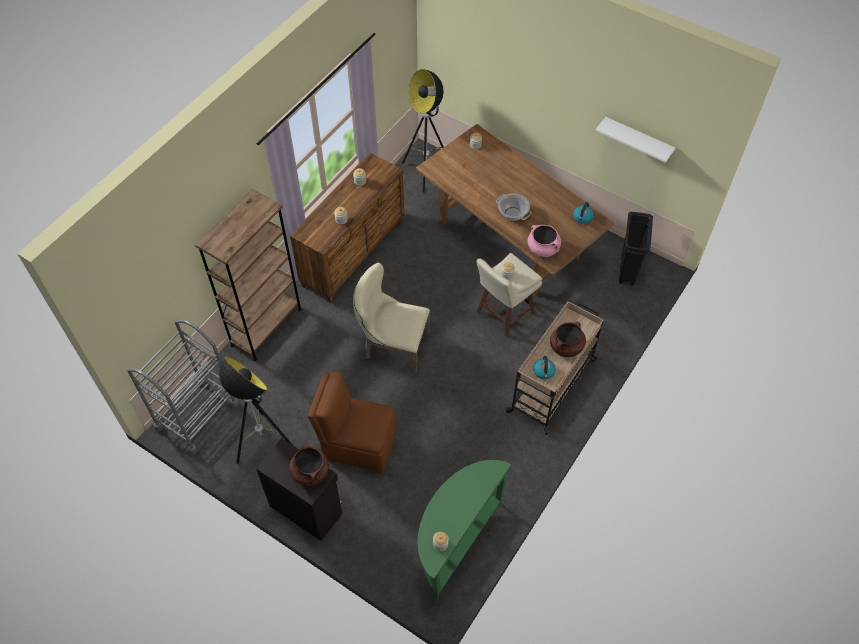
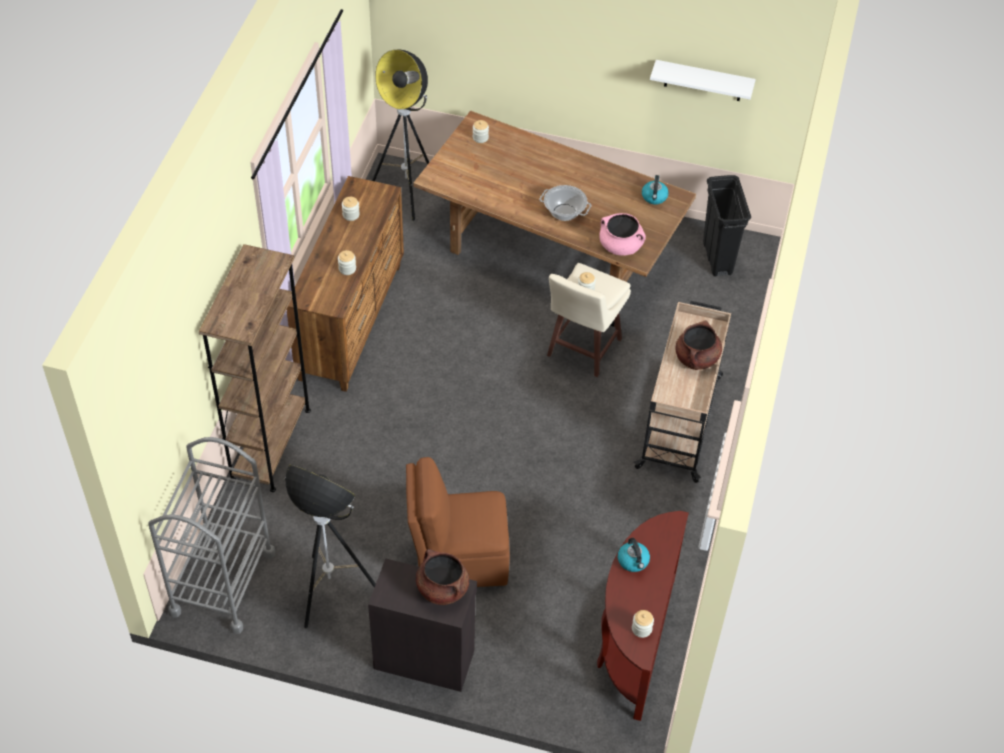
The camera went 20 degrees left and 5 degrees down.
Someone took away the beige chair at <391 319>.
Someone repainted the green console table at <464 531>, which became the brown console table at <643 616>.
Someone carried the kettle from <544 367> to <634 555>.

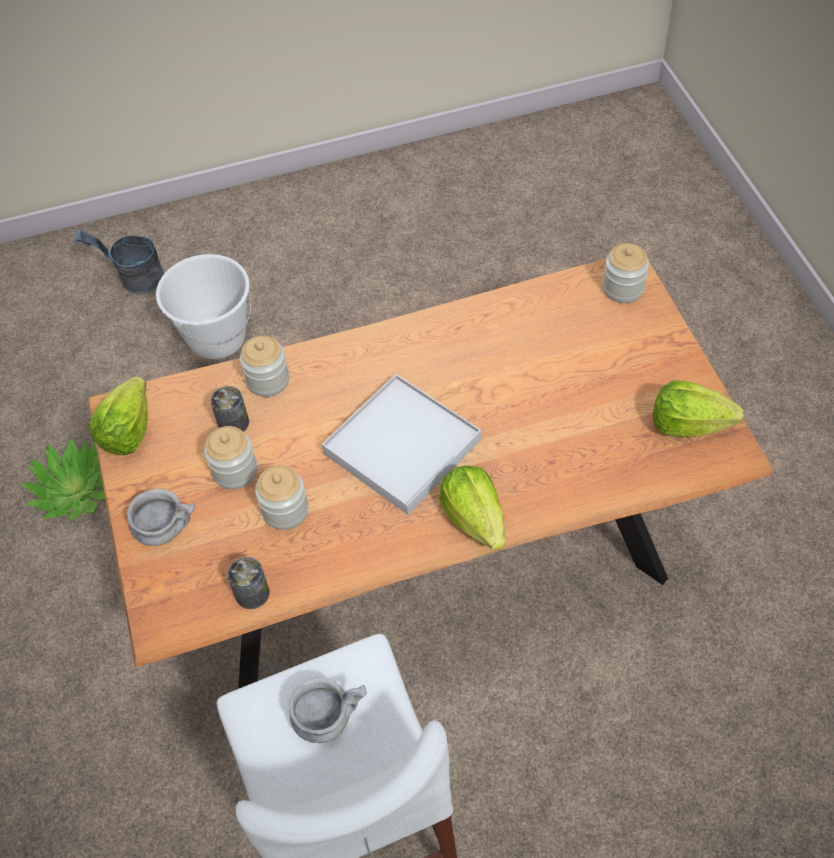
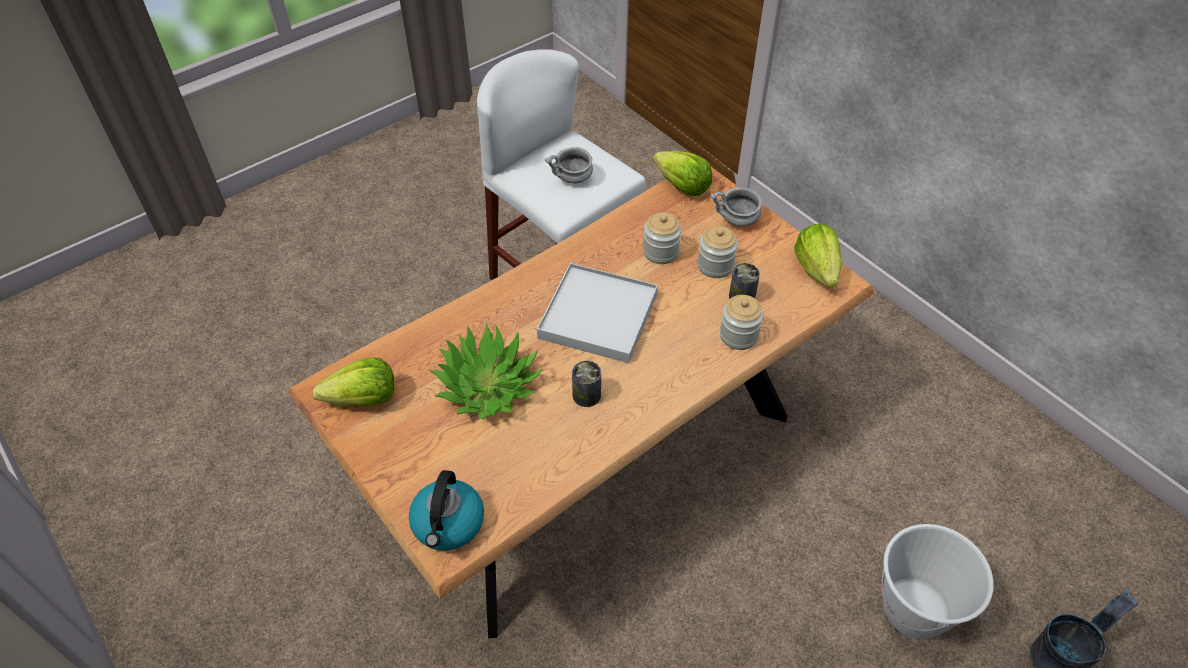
The camera went 155 degrees right and 5 degrees down.
Someone carried the potted plant from <62 480> to <486 371>.
Someone carried the can from <248 583> to <586 384>.
Someone carried the lettuce from <472 508> to <682 173>.
Someone swapped the jar at <626 273> for the kettle at <446 510>.

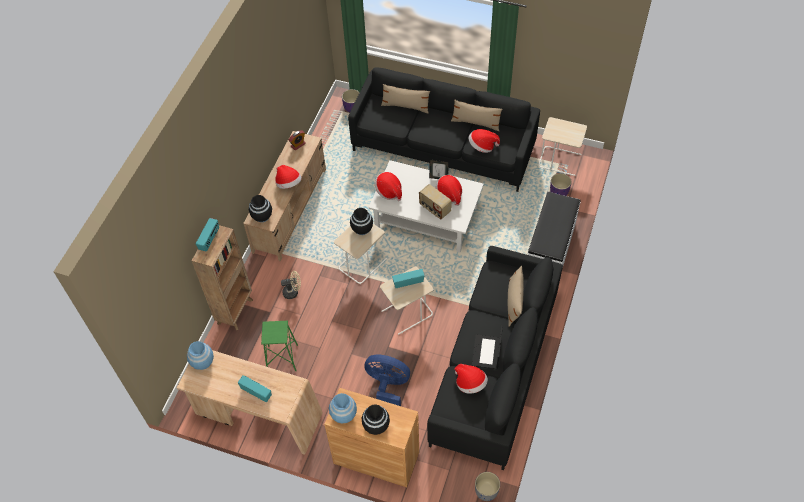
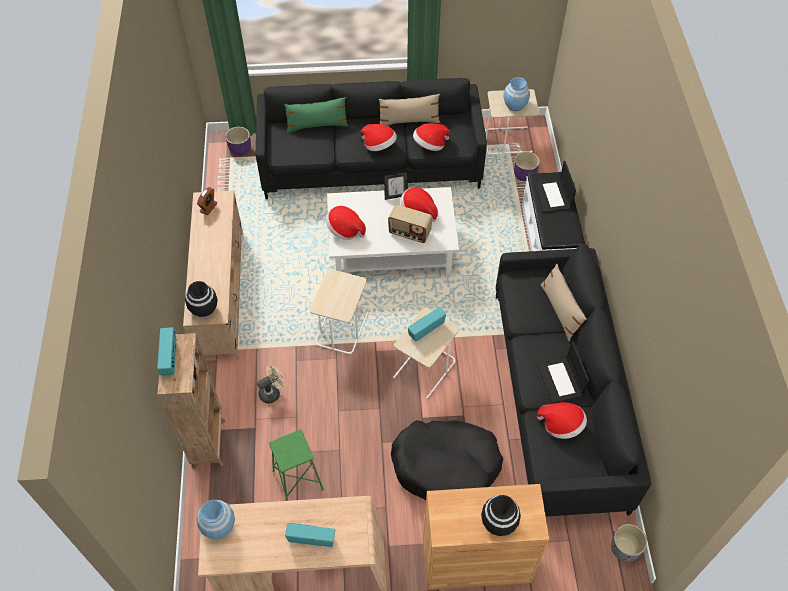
The camera went 25 degrees left and 0 degrees up.
Someone carried the hat from <288 177> to <379 137>.
Someone carried the blue vase from <343 408> to <516 94>.
Someone took away the black vase at <361 221>.
Someone swapped the blue fan at <387 380> for the black dog bed at <447 460>.
Someone repainted the beige pillow at <405 99>, which became the green pillow at <316 115>.
Someone put down the laptop at <555 187>.

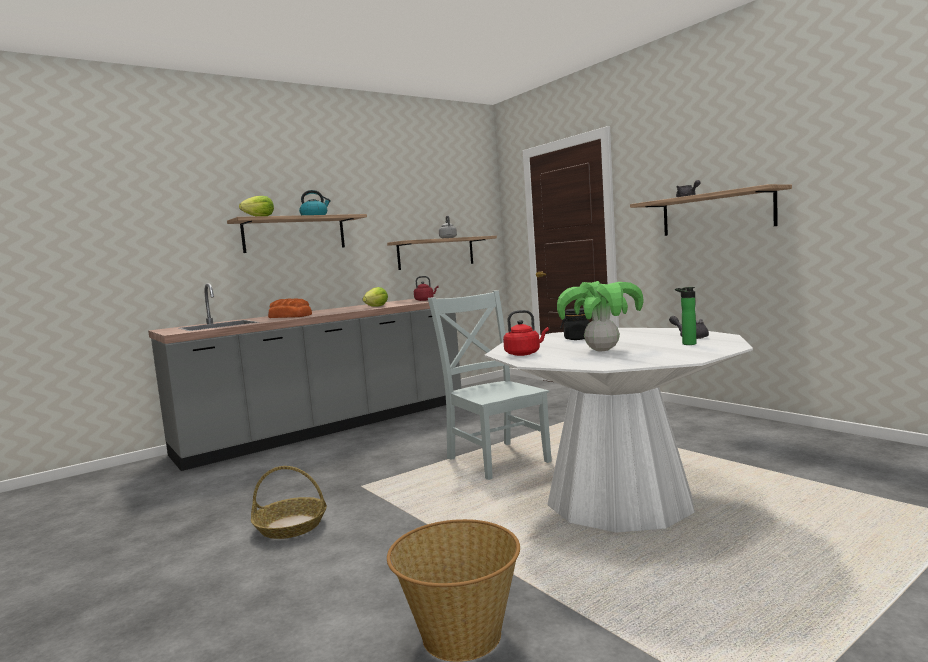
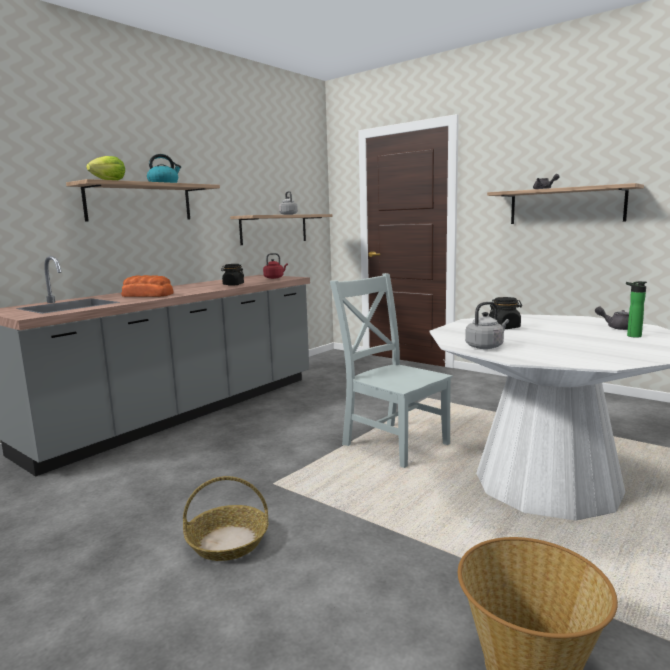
The camera went 15 degrees left and 5 degrees up.
Someone swapped the lettuce at <375 297> for the black jar at <232 275>.
Someone repainted the red kettle at <526 333>, which became the grey kettle at <487 325>.
Someone took away the potted plant at <600 316>.

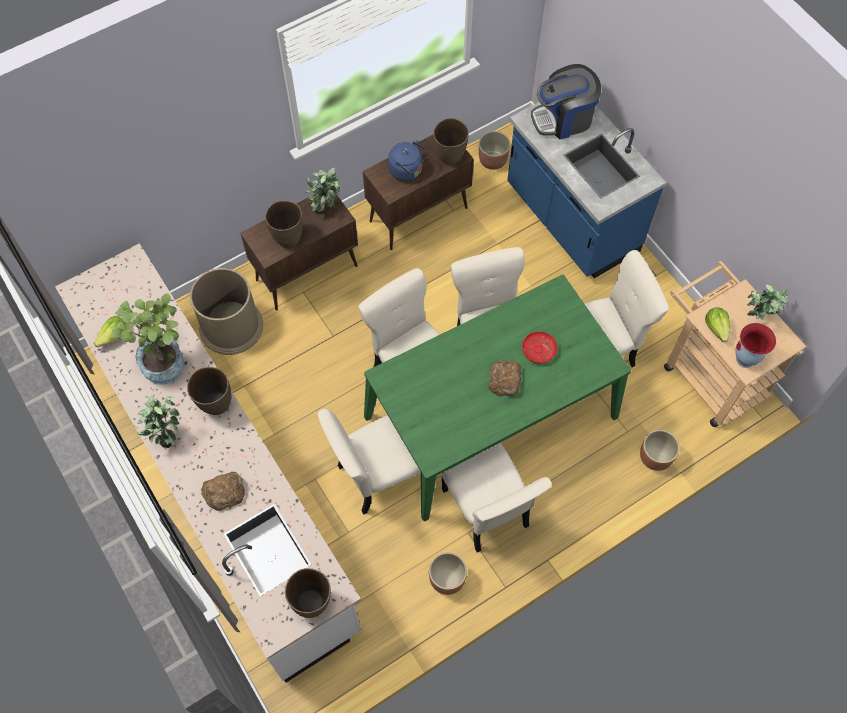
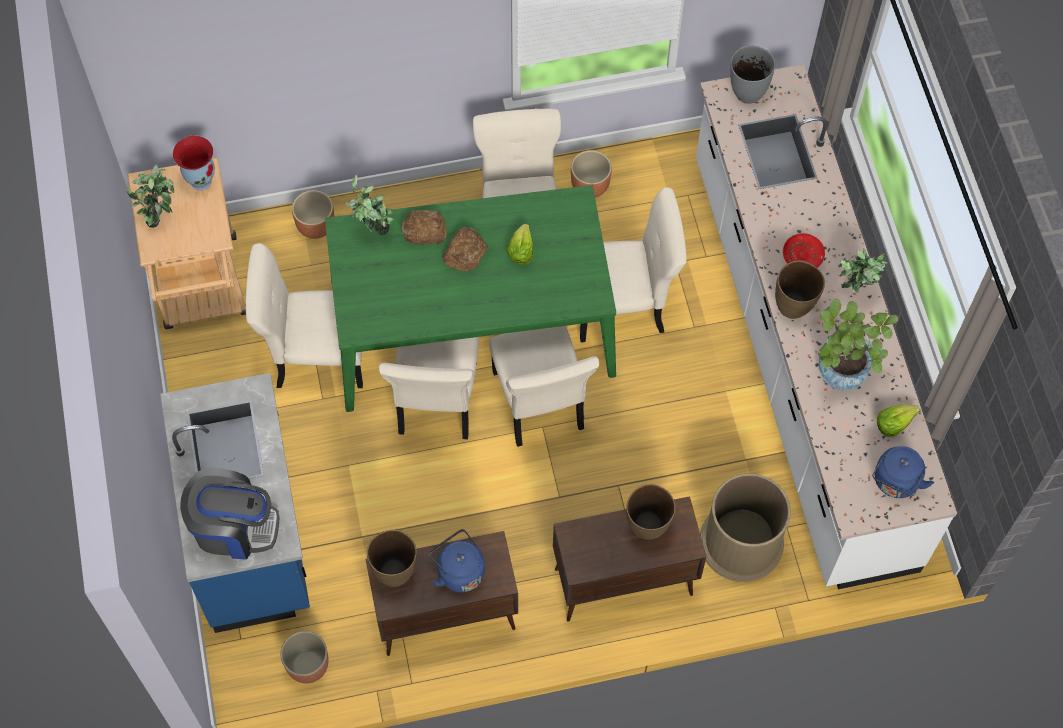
The camera went 160 degrees left and 0 degrees up.
Someone carried the bread from <223 491> to <424 227>.
Someone repainted the brown vase at <308 593>, which became the grey vase at <752 74>.
Someone carried the potted plant from <322 190> to <369 205>.
Someone carried the red plate from <539 347> to <804 250>.
Someone carried the lettuce from <717 324> to <520 244>.
Someone put down the blue kettle at <903 472>.

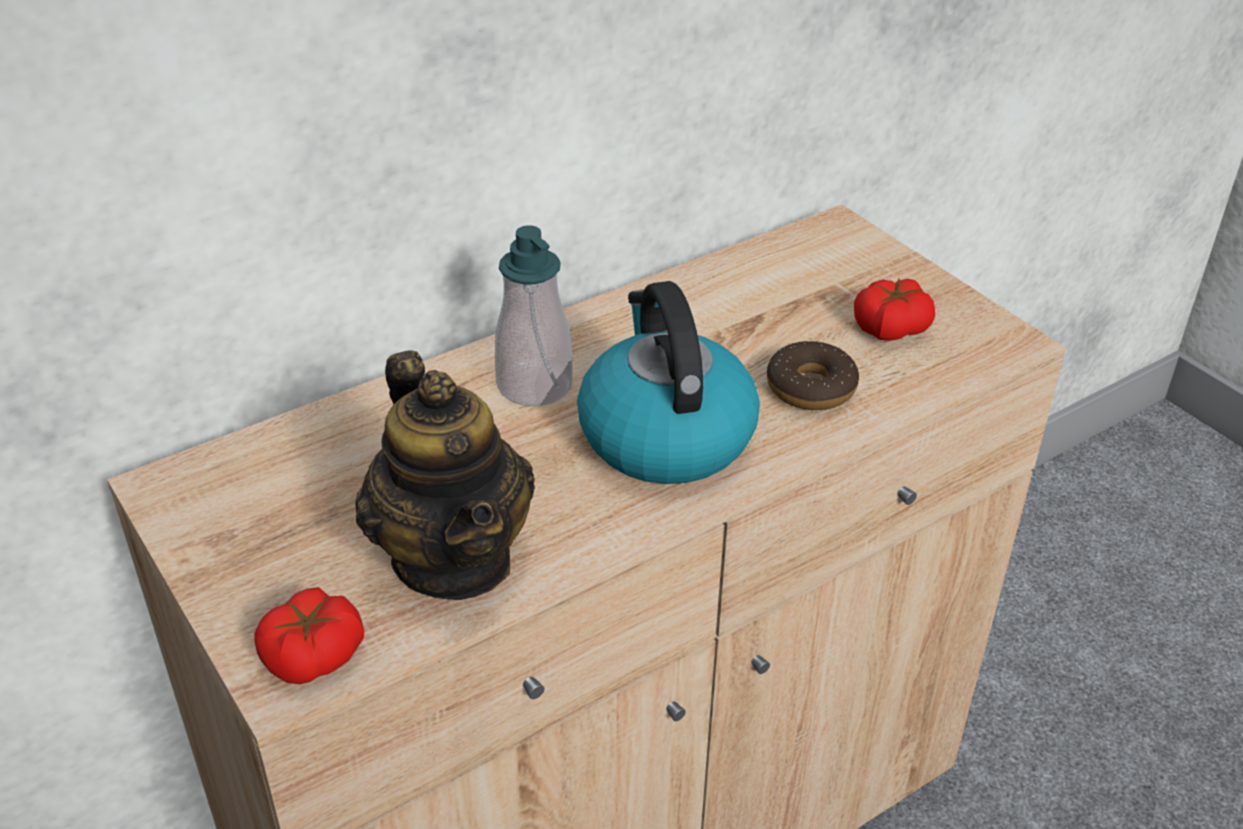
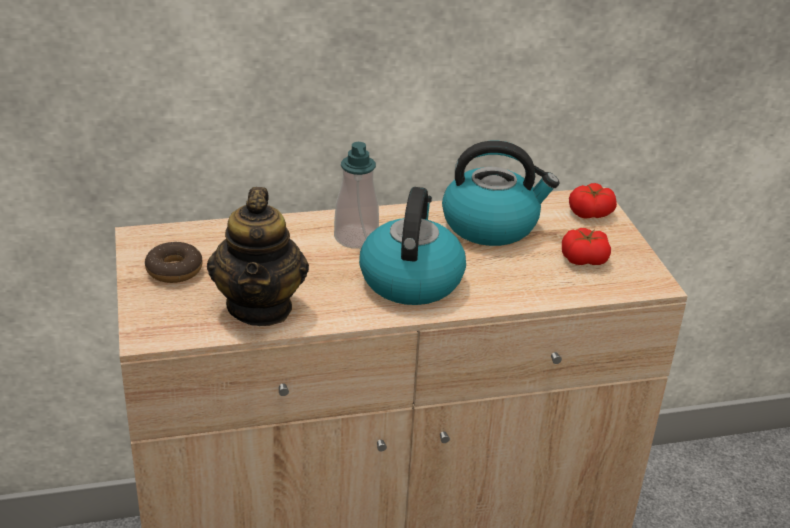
The camera went 20 degrees right and 5 degrees down.
Someone carried the tomato from <309 635> to <593 201>.
Someone carried the donut from <813 375> to <174 262>.
Someone put down the kettle at <500 193>.

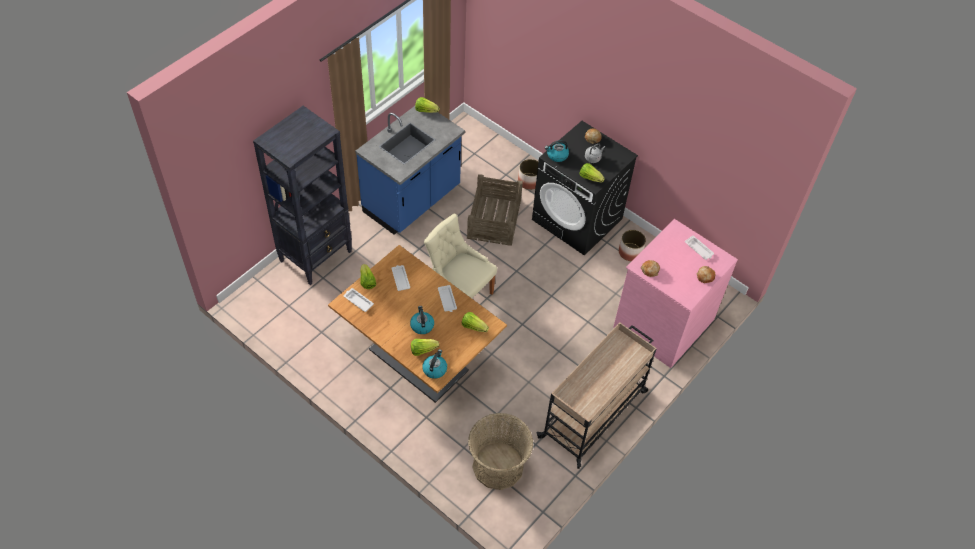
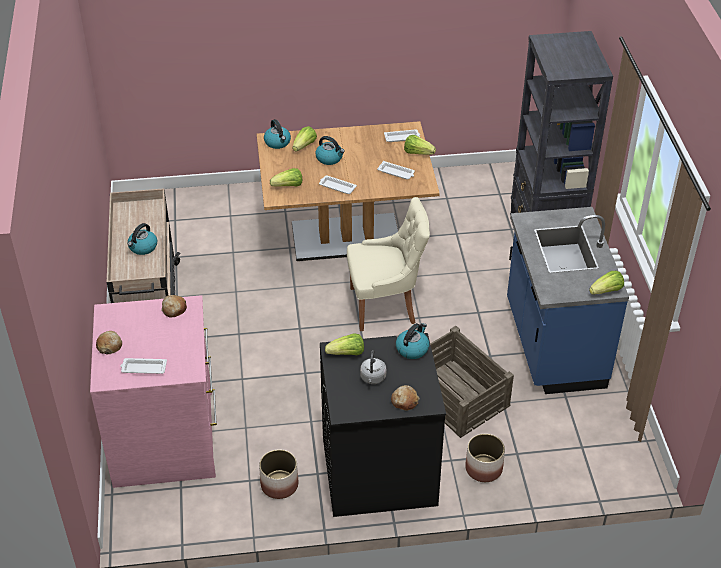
The camera went 135 degrees right and 10 degrees down.
Someone took away the basket at <500 451>.
Someone put down the kettle at <142 239>.

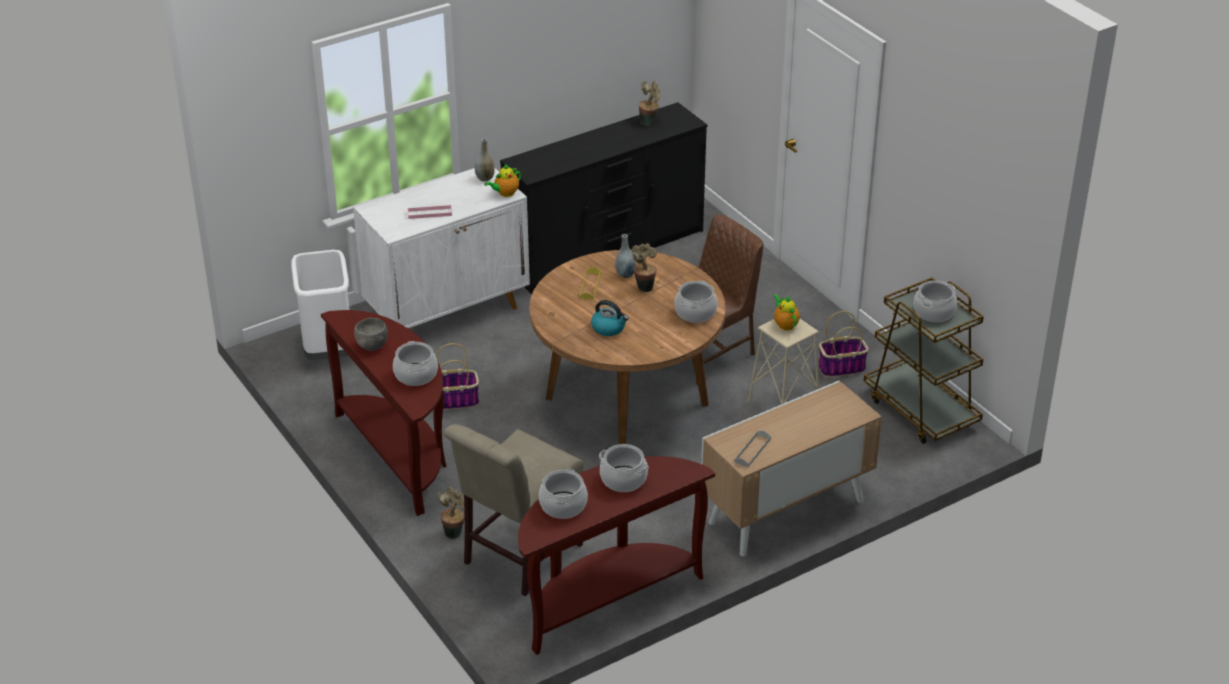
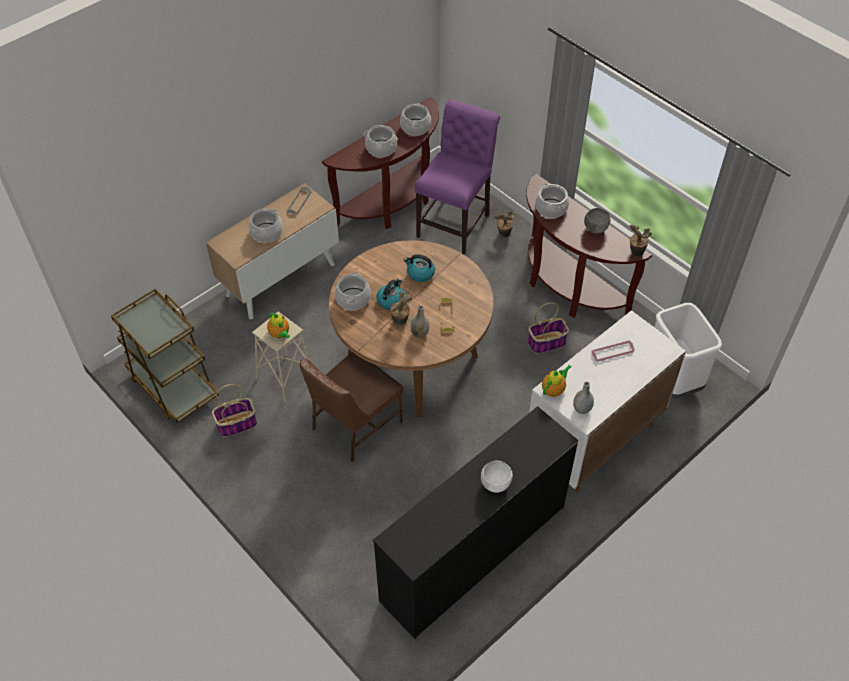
The camera went 170 degrees right and 15 degrees up.
Someone repainted the beige chair at <514 510>, which became the purple chair at <457 177>.
Someone carried the potted plant from <649 103> to <641 240>.
Someone carried the cooking pot from <935 301> to <266 226>.
Someone put down the kettle at <390 294>.
Someone put down the white bowl at <497 477>.

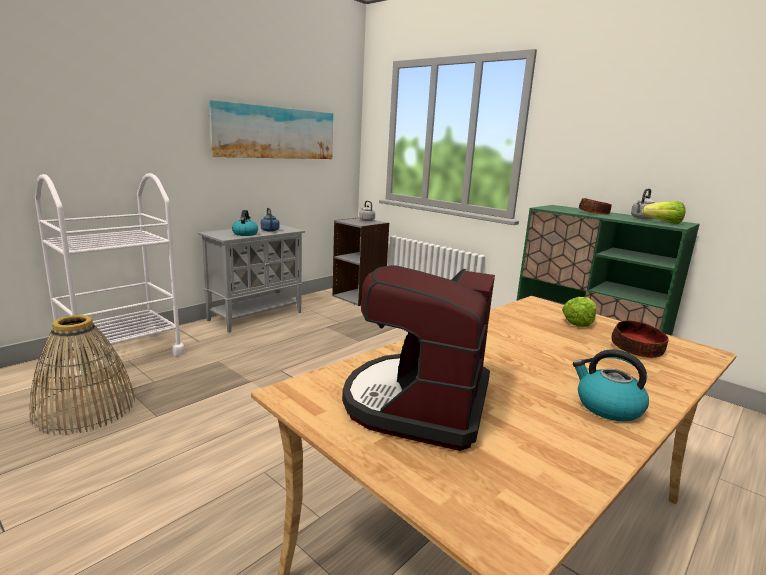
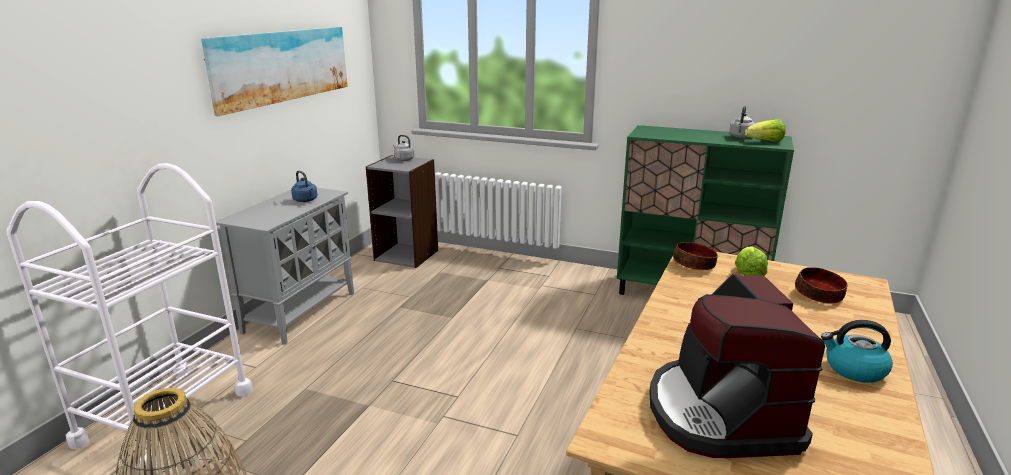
The camera went 20 degrees left and 5 degrees up.
Someone took away the kettle at <245 223>.
Someone carried the bowl from <595 206> to <695 256>.

